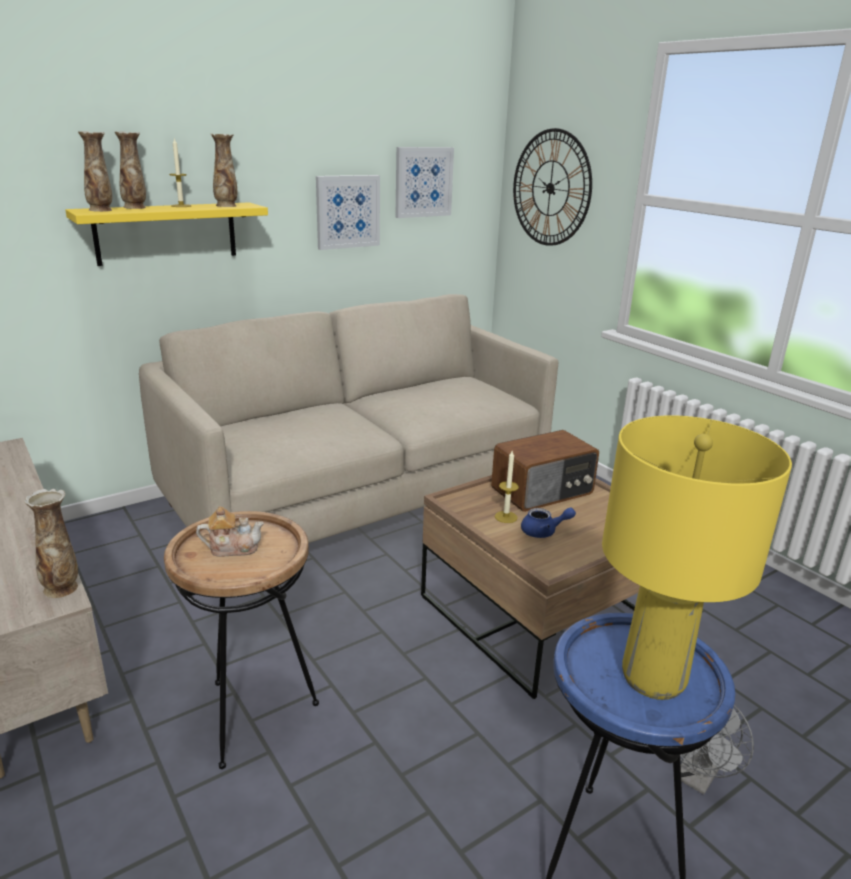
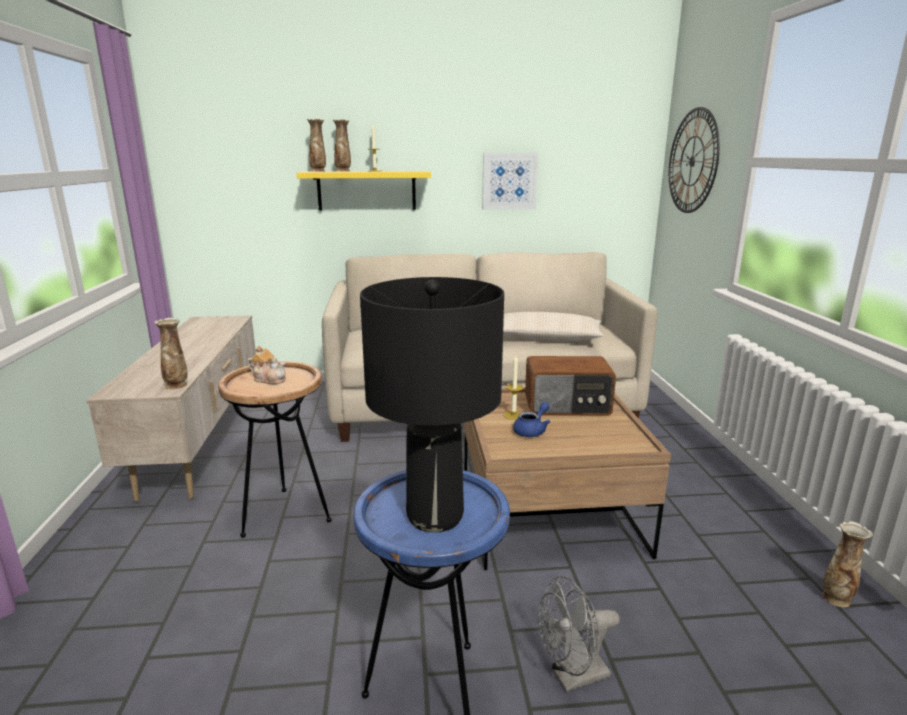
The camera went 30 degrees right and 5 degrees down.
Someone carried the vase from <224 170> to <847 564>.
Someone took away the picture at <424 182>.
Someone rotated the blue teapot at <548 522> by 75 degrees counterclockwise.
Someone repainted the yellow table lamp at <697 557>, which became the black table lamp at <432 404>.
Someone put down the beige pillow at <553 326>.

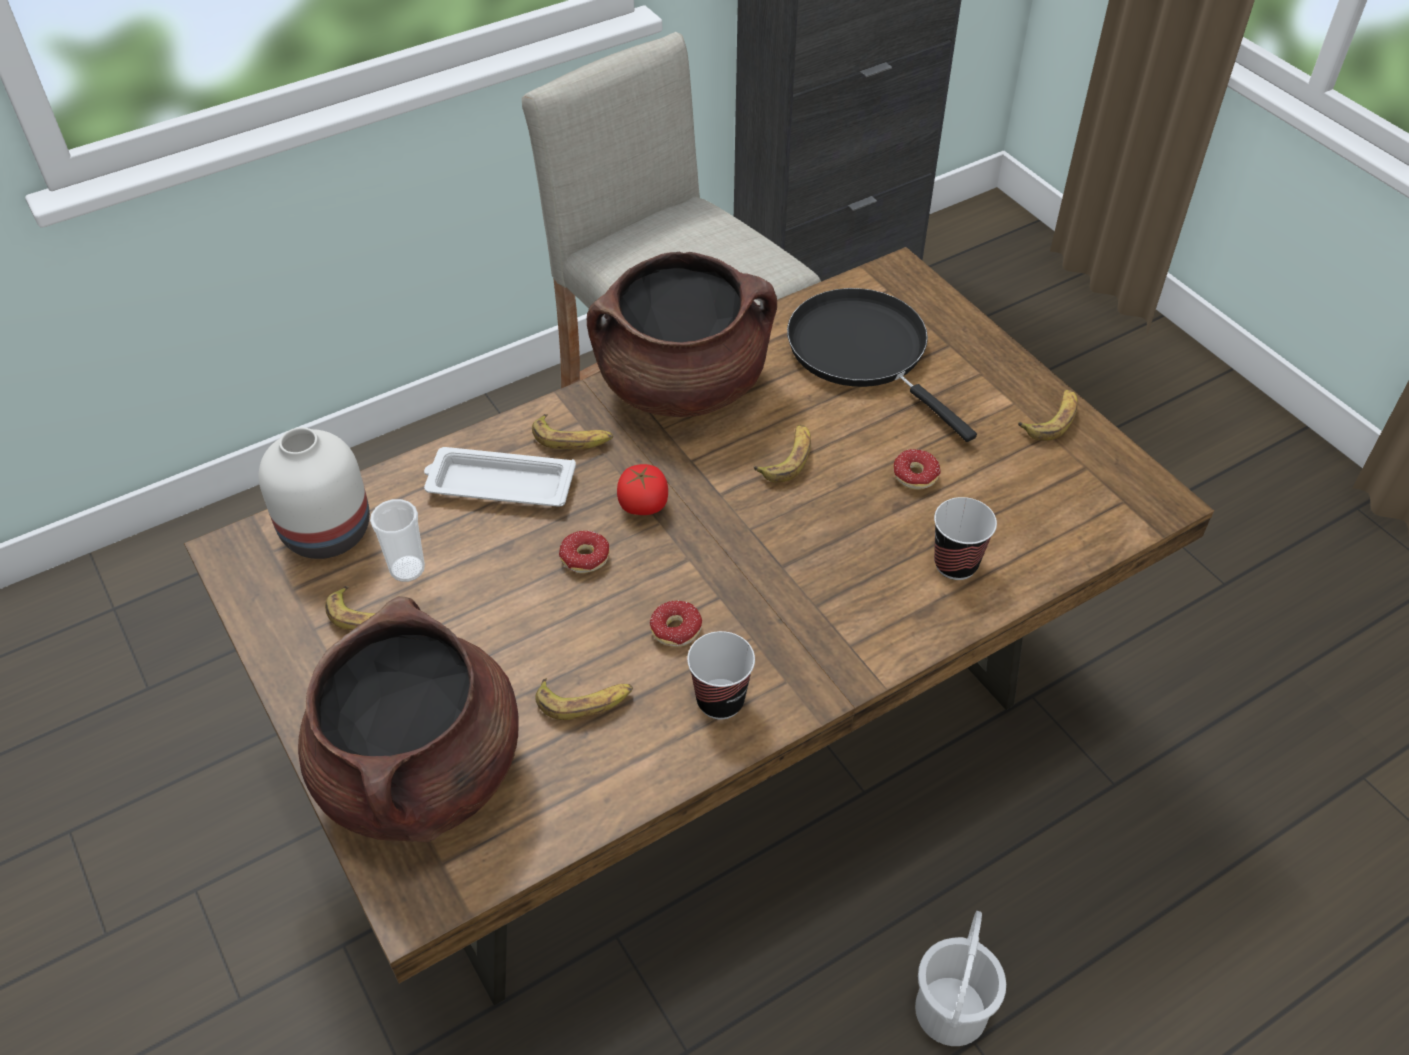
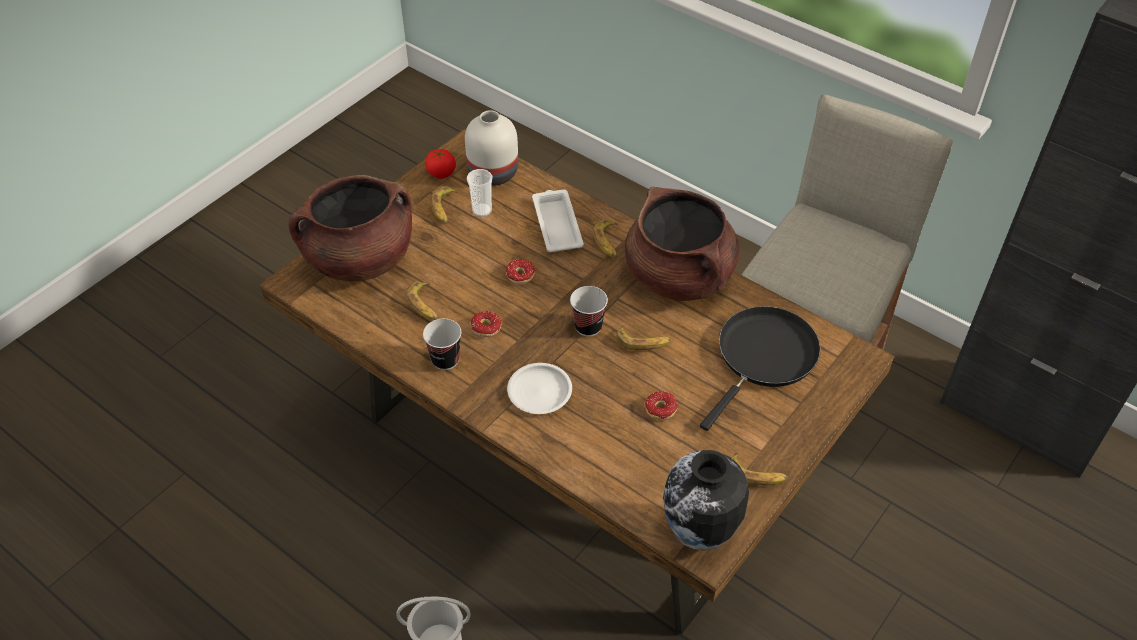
The camera went 70 degrees right and 0 degrees up.
Someone carried the tomato from <642 489> to <440 164>.
Someone carried the cup from <965 538> to <589 311>.
Someone put down the white plate at <539 388>.
Someone put down the vase at <706 500>.

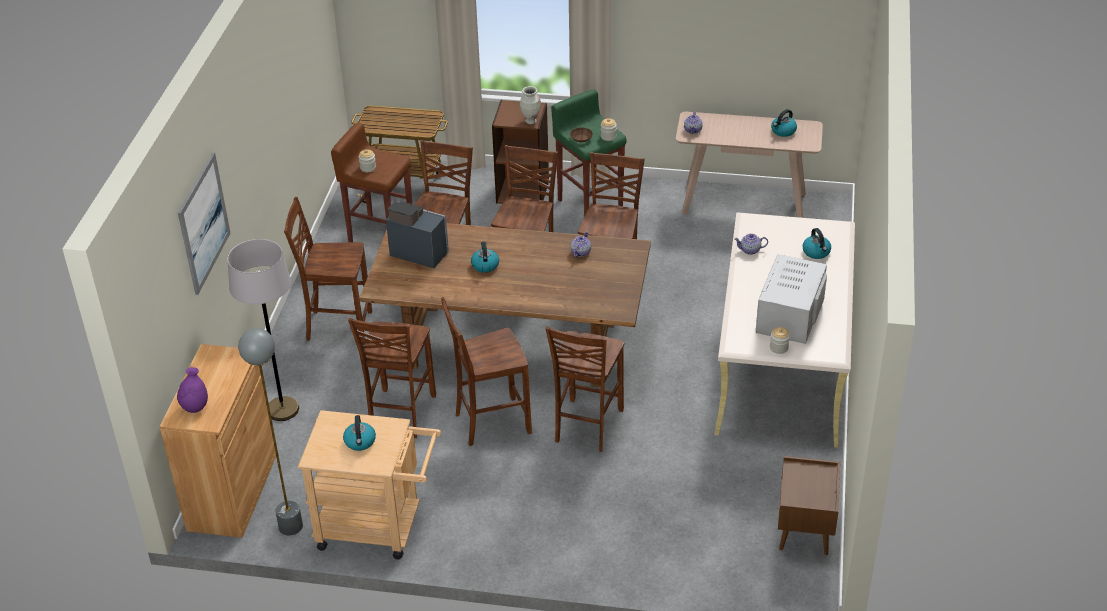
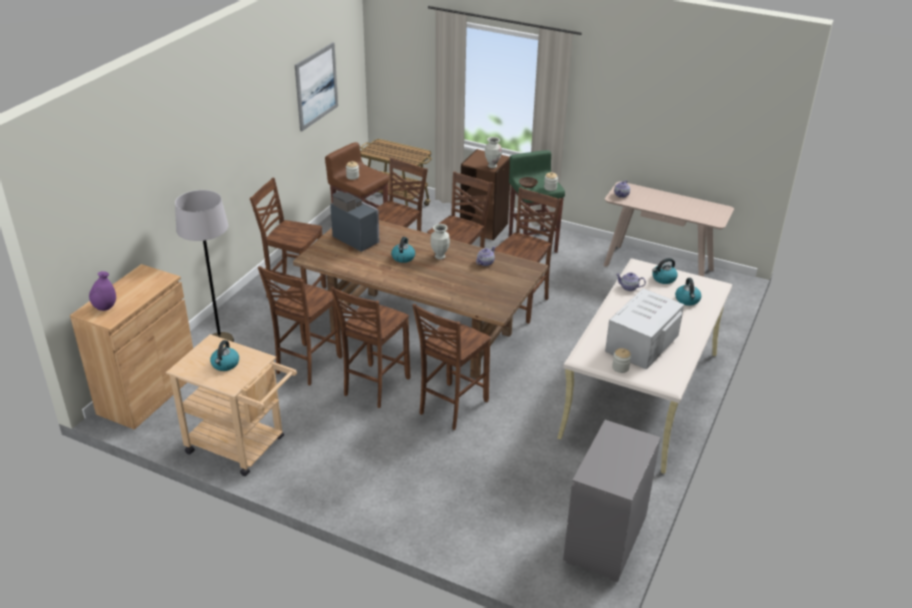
The camera went 15 degrees right and 5 degrees down.
Someone carried the picture from <204 224> to <316 87>.
Someone took away the grey floor lamp at <270 431>.
Someone rotated the brown chair at <486 371> by 60 degrees counterclockwise.
Someone carried the kettle from <784 123> to <664 271>.
Someone swapped the brown nightstand at <809 505> for the grey dresser at <612 501>.
Someone put down the vase at <440 241>.

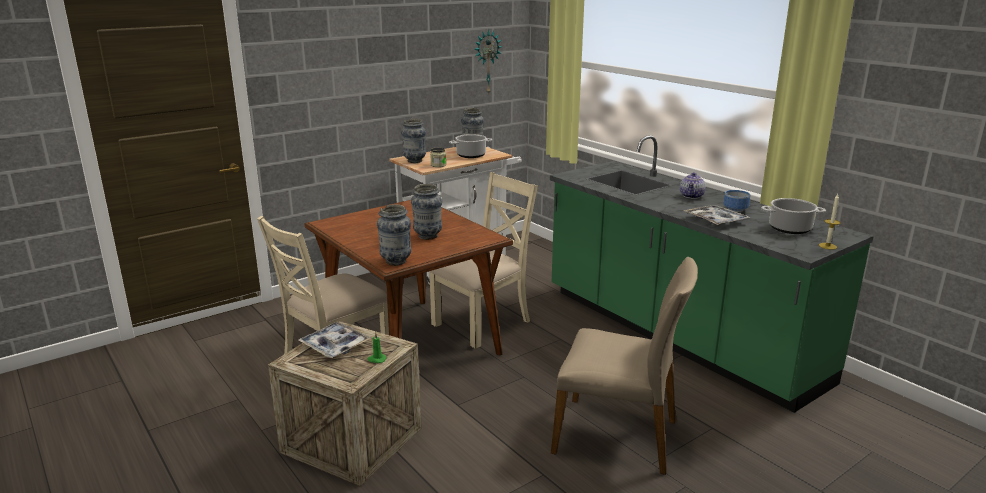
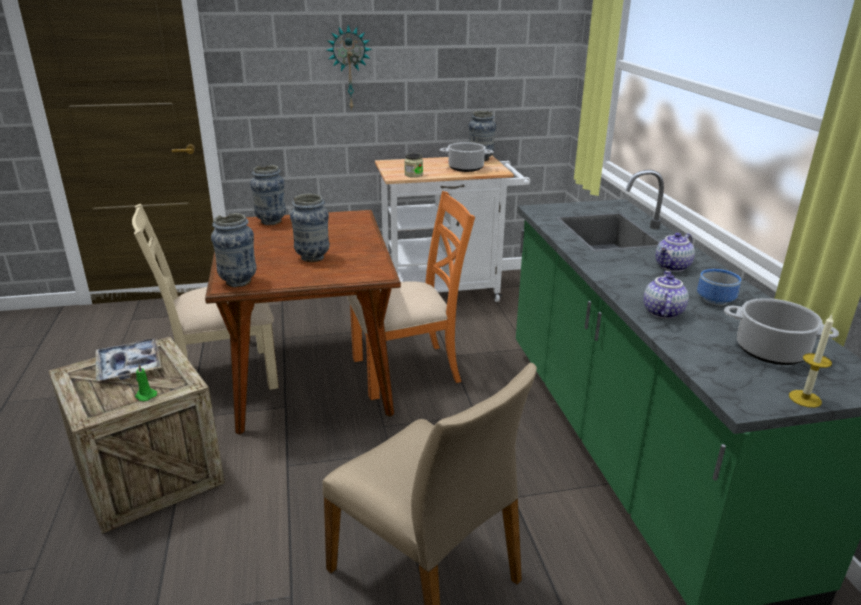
The camera went 25 degrees right and 5 degrees up.
Someone carried the vase from <413 141> to <268 195>.
Someone repainted the beige chair at <483 260>, which became the orange chair at <411 295>.
Someone carried the wall clock from <488 62> to <349 68>.
Someone swapped the tray at <717 215> for the teapot at <666 295>.

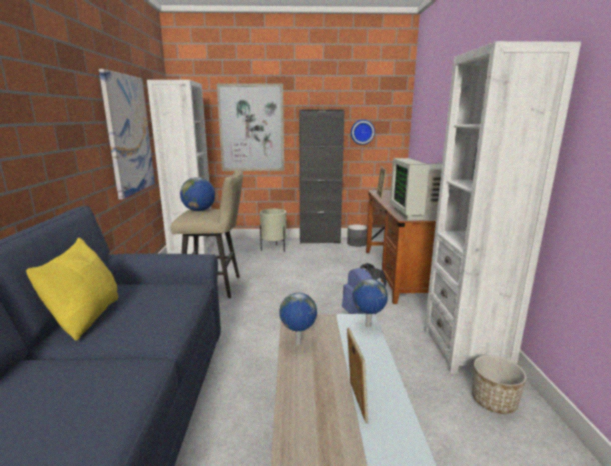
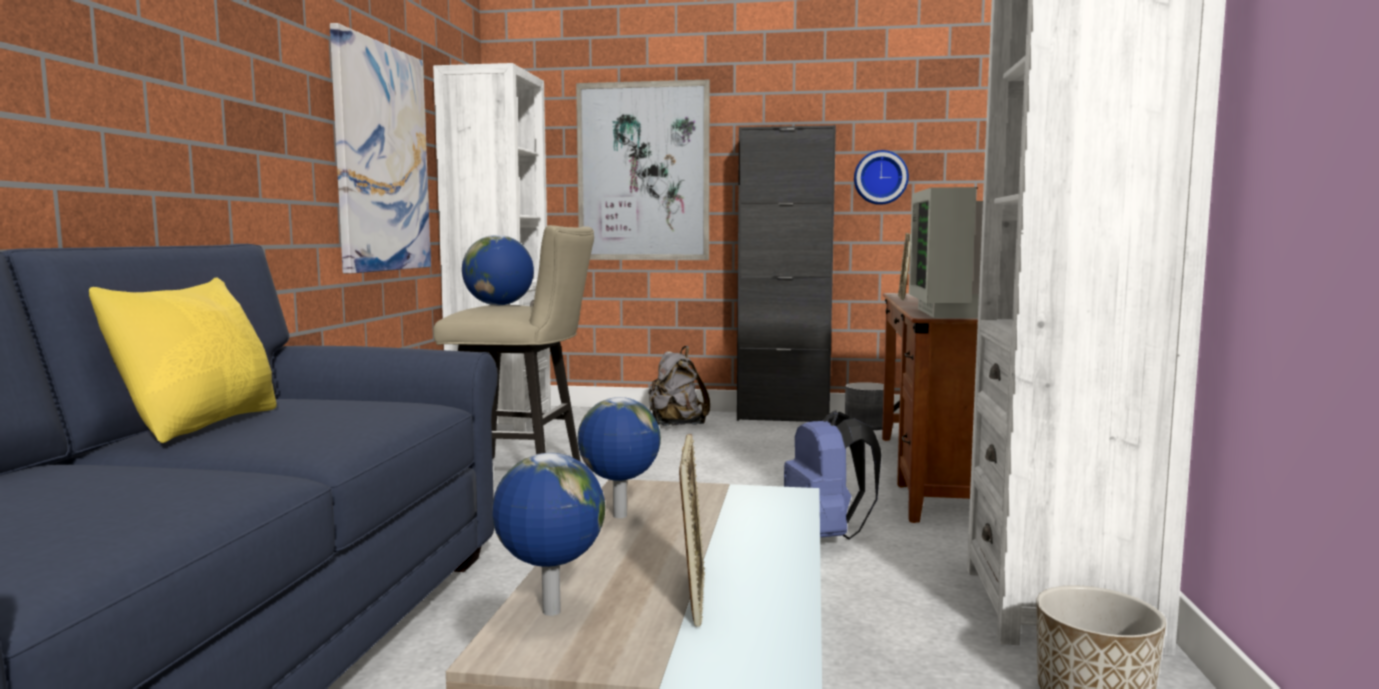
The camera went 10 degrees right and 10 degrees down.
Someone swapped the beige planter at <273 230> for the grey backpack at <679 386>.
Someone carried the globe from <370 303> to <548 534>.

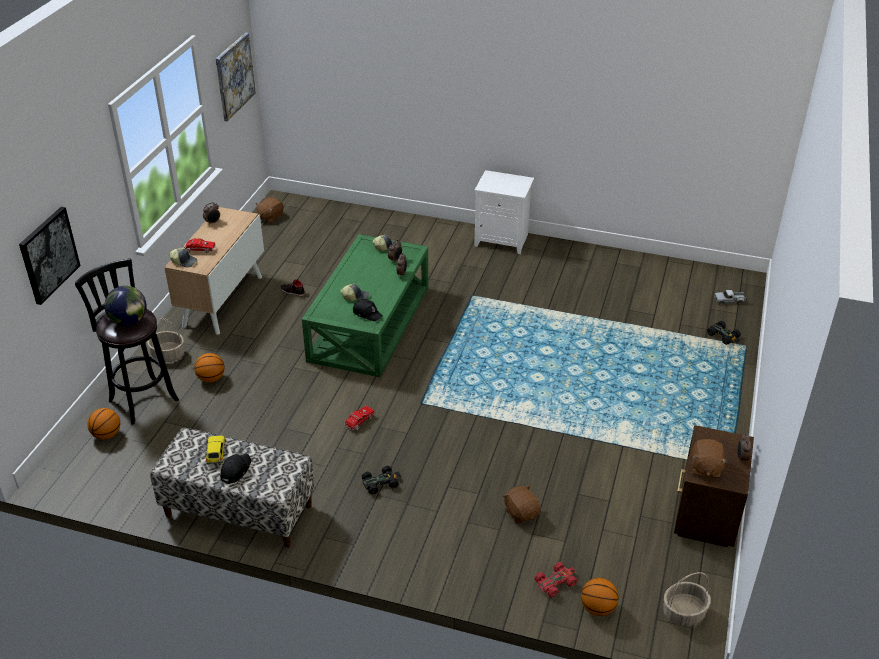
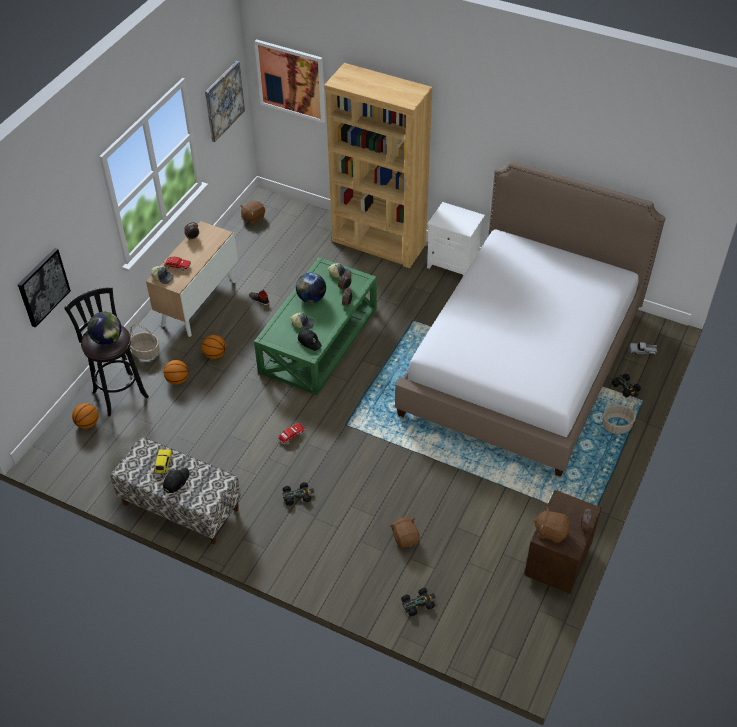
The camera went 10 degrees right and 10 degrees up.
Someone repainted the red toy car at <556 579>, which became the black toy car at <418 602>.
Someone carried the basketball from <599 597> to <214 347>.
Someone carried the basket from <687 599> to <619 416>.
Someone rotated the brown plush toy at <710 458> by 90 degrees clockwise.
Someone put up the picture at <289 81>.
Someone put down the globe at <311 288>.
Someone put down the brown bookcase at <378 165>.
Someone put down the bed at <530 319>.

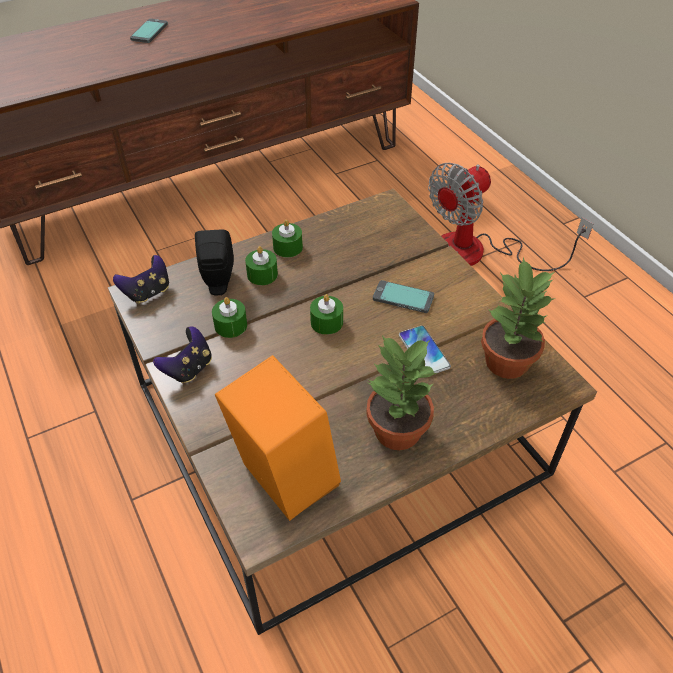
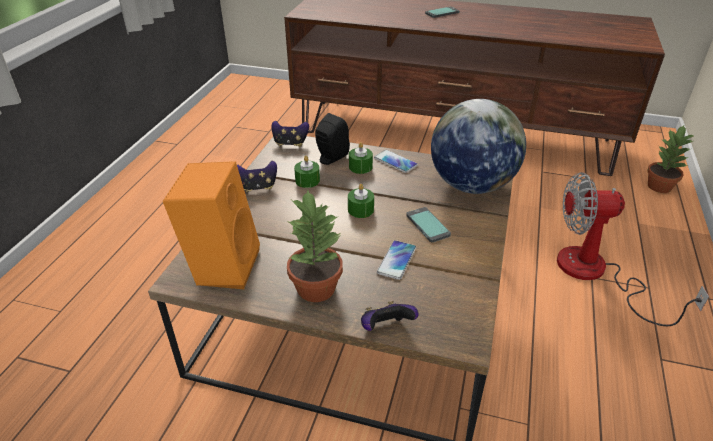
The camera went 45 degrees right and 10 degrees down.
Someone swapped the green candle at <287 238> for the phone at <396 161>.
Someone carried the potted plant from <518 318> to <670 159>.
Someone put down the game controller at <390 316>.
Someone put down the globe at <478 146>.

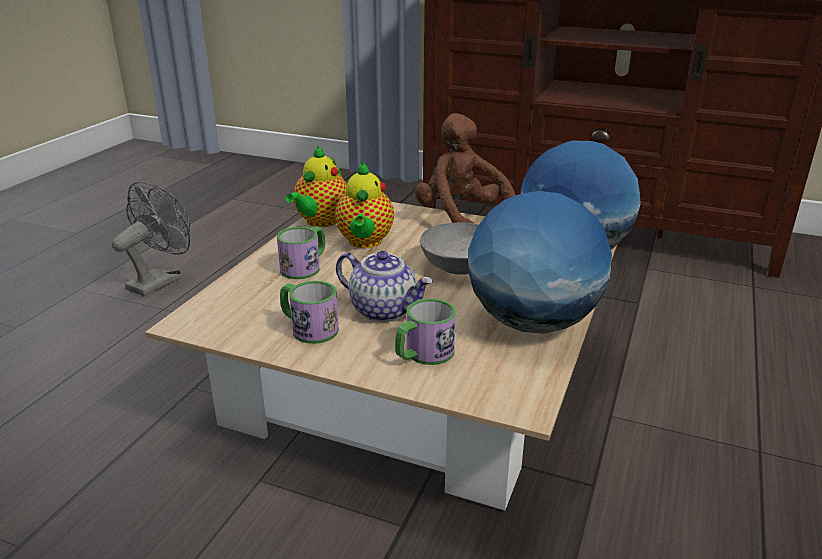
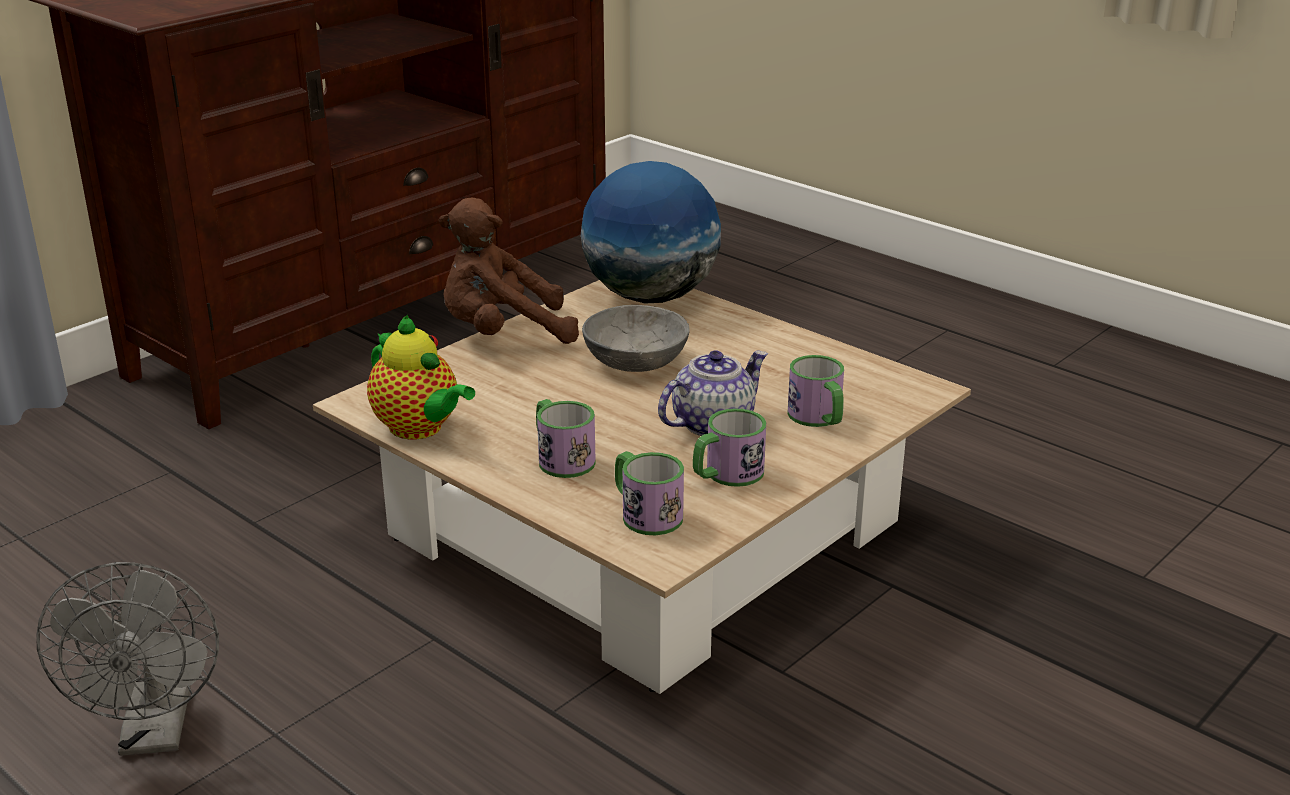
The camera went 70 degrees left and 0 degrees up.
Someone rotated the grey fan at <151 239> by 150 degrees counterclockwise.
Someone took away the teapot at <364 205>.
Someone took away the globe at <540 262>.
Someone put down the mug at <649 493>.

